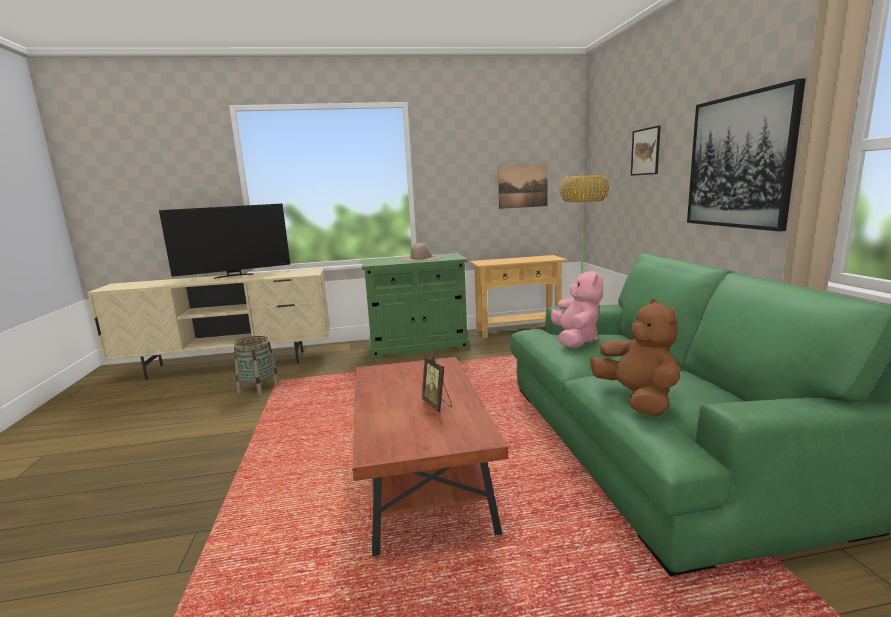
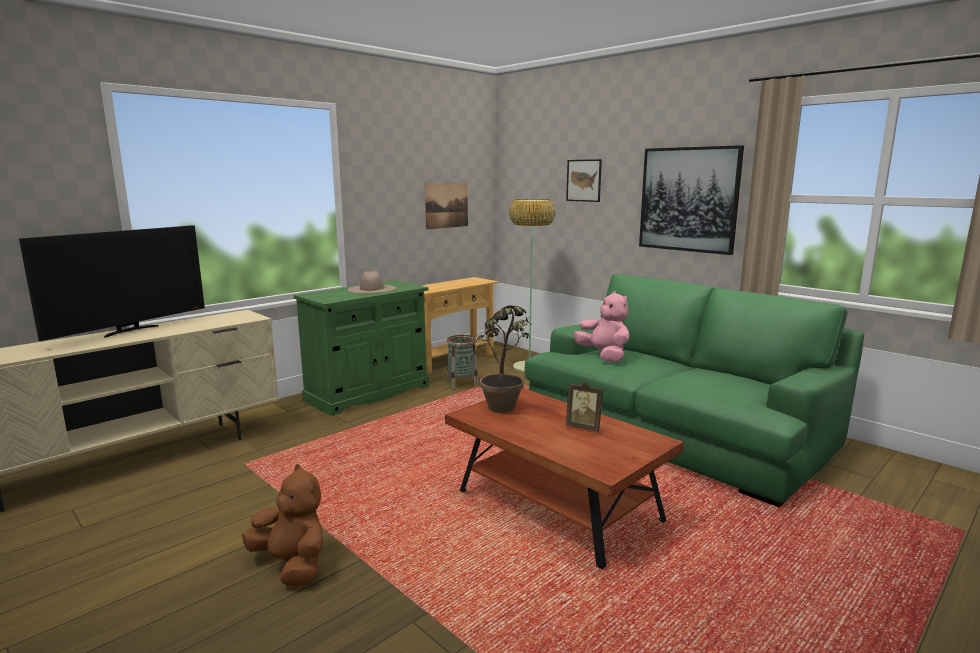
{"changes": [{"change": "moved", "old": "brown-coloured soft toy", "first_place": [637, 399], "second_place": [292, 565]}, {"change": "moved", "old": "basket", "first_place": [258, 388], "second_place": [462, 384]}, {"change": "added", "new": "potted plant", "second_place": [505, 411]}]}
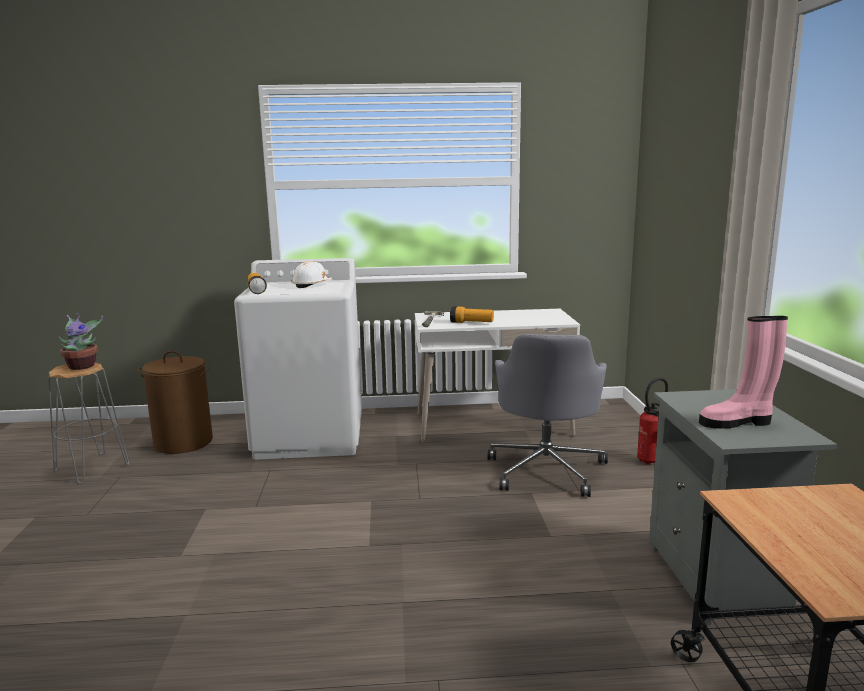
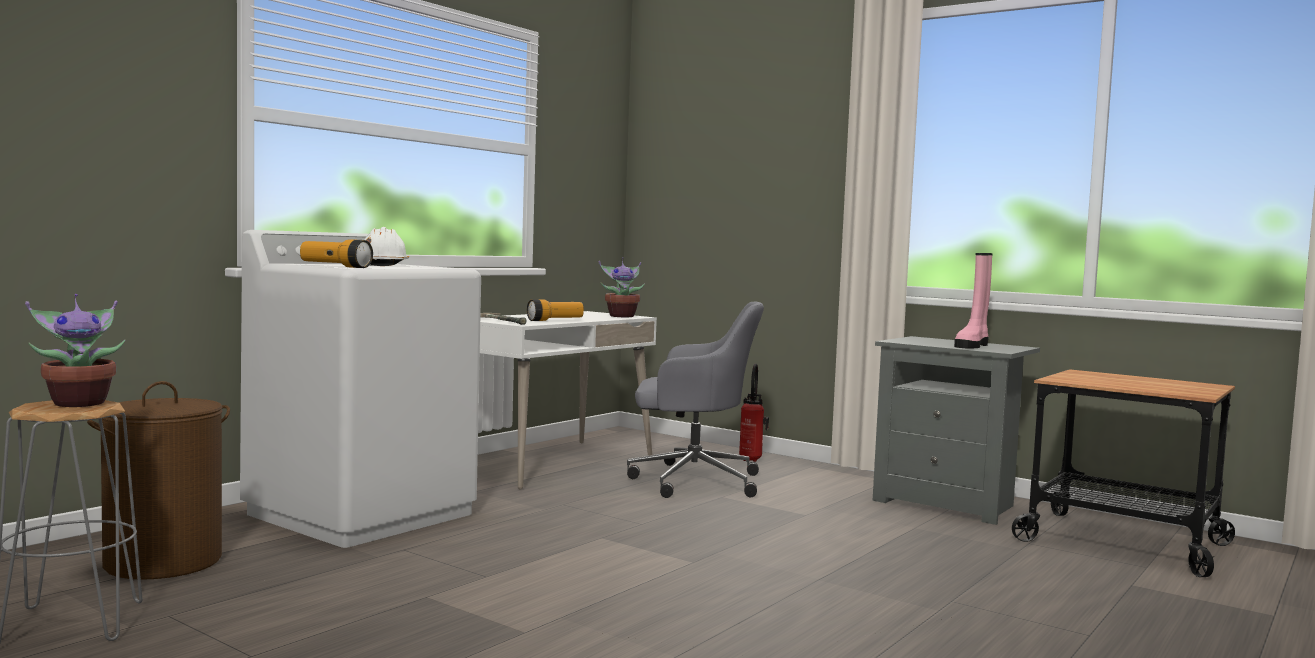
{"changes": [{"change": "turned", "old": "greyish desk chair", "first_place": [546, 469], "second_place": [691, 481], "degrees": -45}, {"change": "added", "new": "potted plant", "second_place": [621, 316]}]}
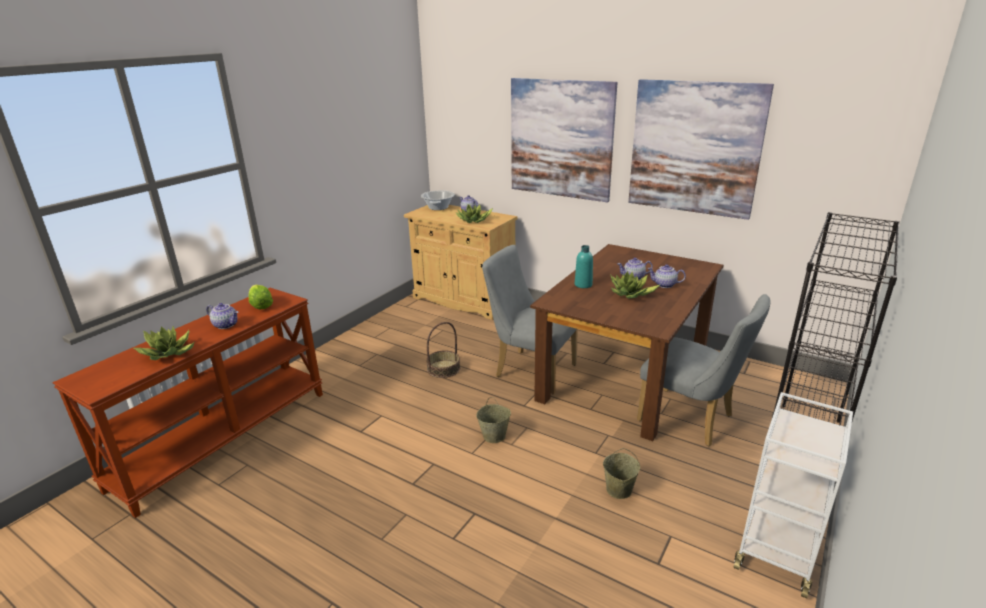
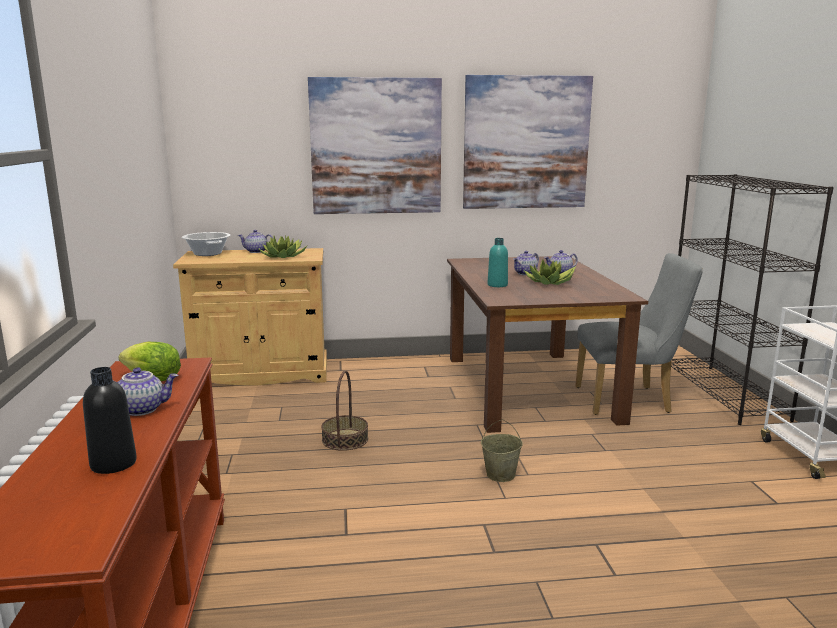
{"changes": [{"change": "removed", "old": "greyish chair", "first_place": [530, 370]}, {"change": "replaced", "old": "potted plant", "new": "blackish beverage bottle", "first_place": [169, 353], "second_place": [113, 464]}, {"change": "removed", "old": "sand-coloured water bucket", "first_place": [618, 490]}]}
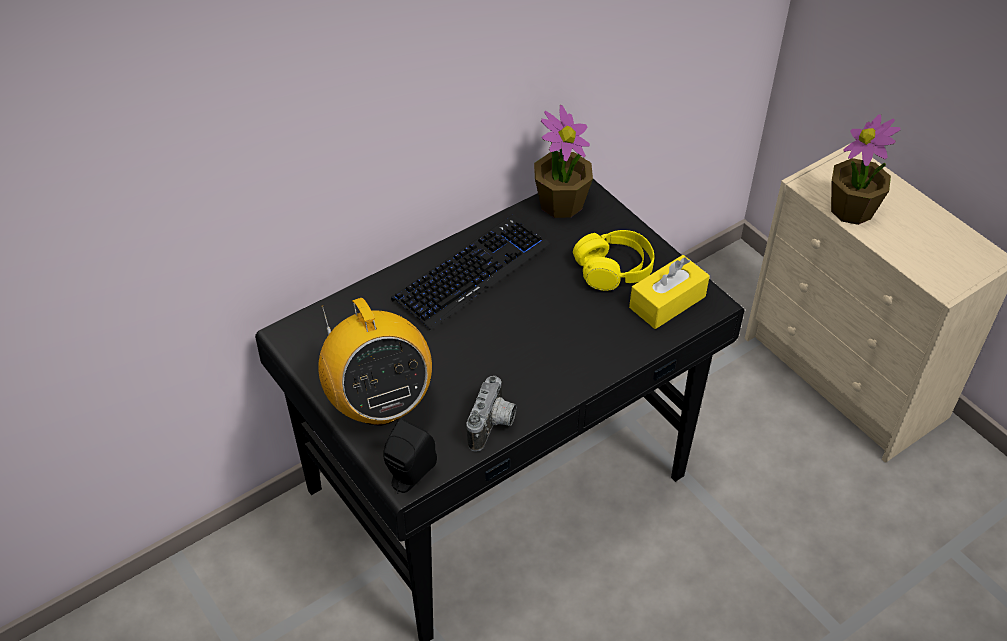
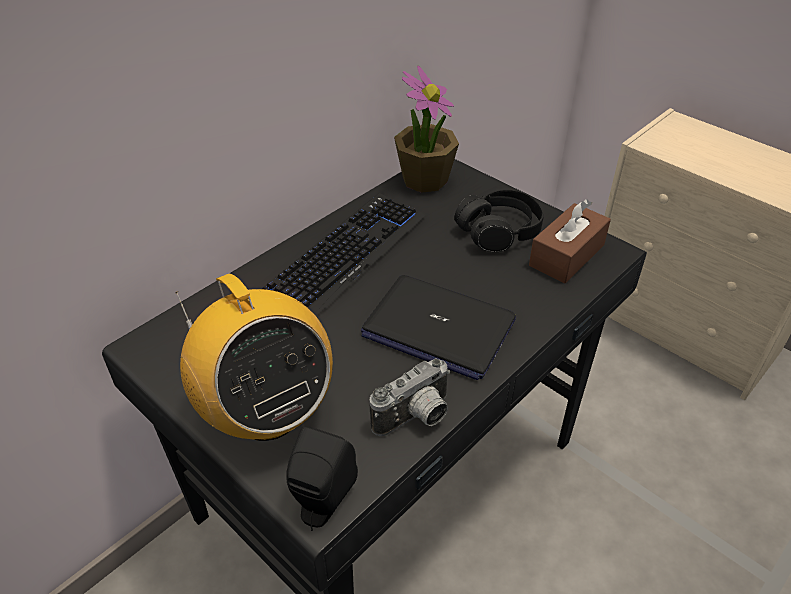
{"changes": [{"change": "removed", "old": "potted plant", "first_place": [852, 210]}, {"change": "recoloured", "old": "yellow-coloured headset", "new": "blackish headset", "first_place": [614, 269], "second_place": [499, 231]}, {"change": "recoloured", "old": "yellow-coloured tissue holder", "new": "brown-coloured tissue holder", "first_place": [667, 302], "second_place": [566, 255]}, {"change": "turned", "old": "still camera", "first_place": [493, 426], "second_place": [416, 418], "degrees": 45}, {"change": "added", "new": "portable computer", "second_place": [437, 328]}]}
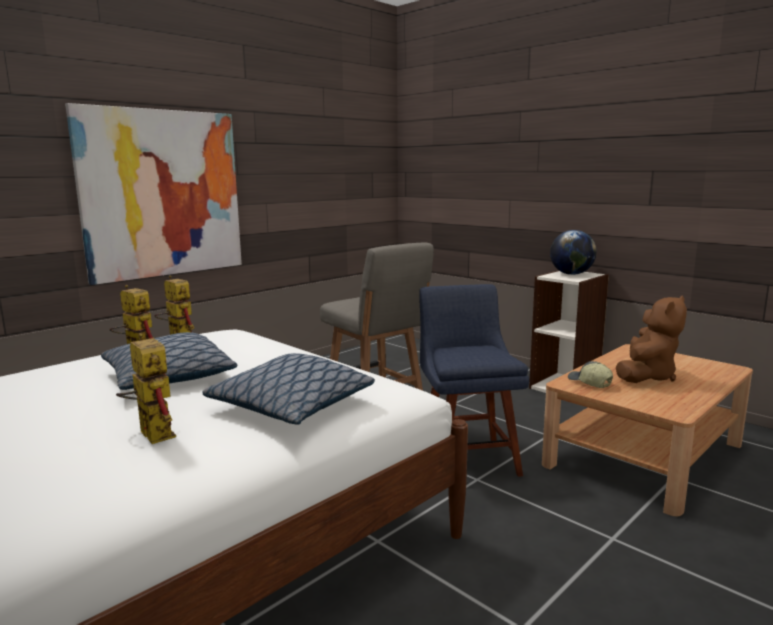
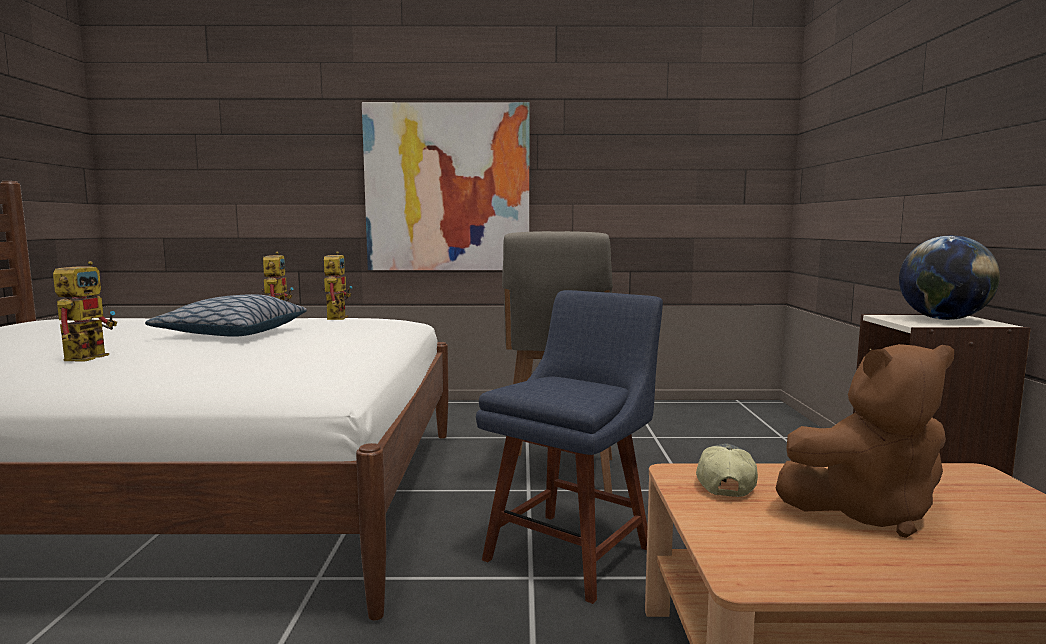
{"changes": [{"change": "removed", "old": "cushion", "first_place": [293, 406]}]}
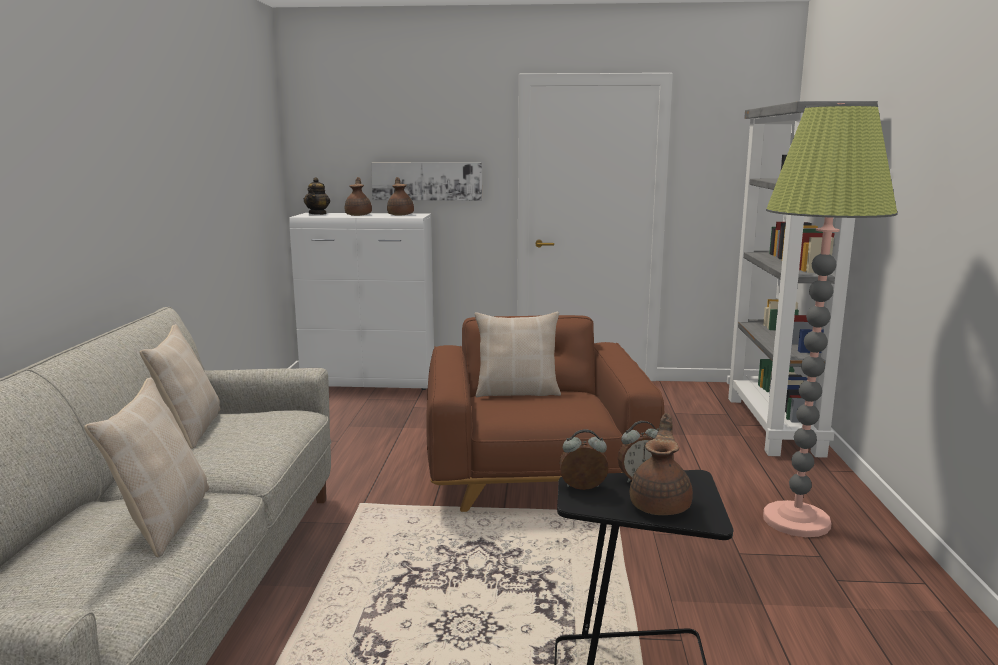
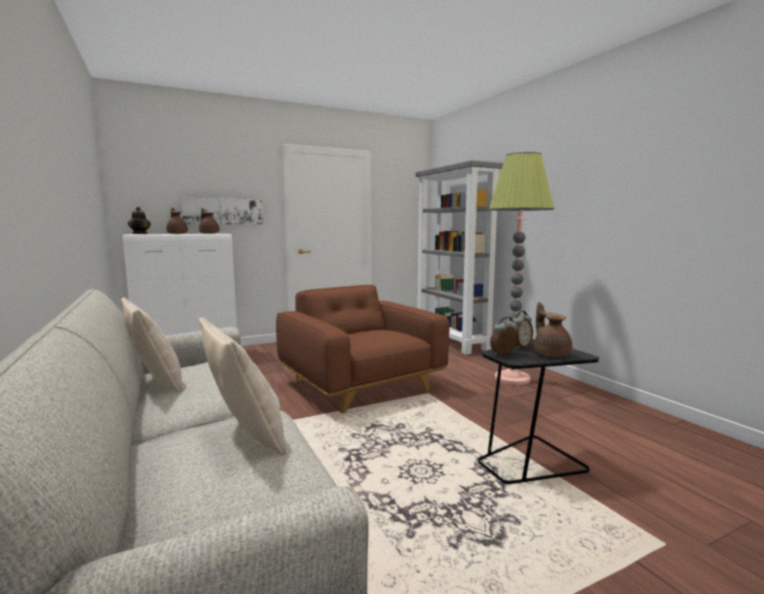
{"changes": [{"change": "removed", "old": "sand-coloured cushion", "first_place": [517, 392]}]}
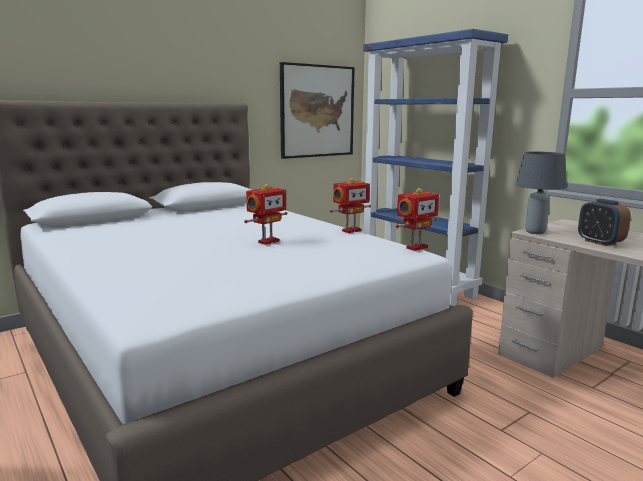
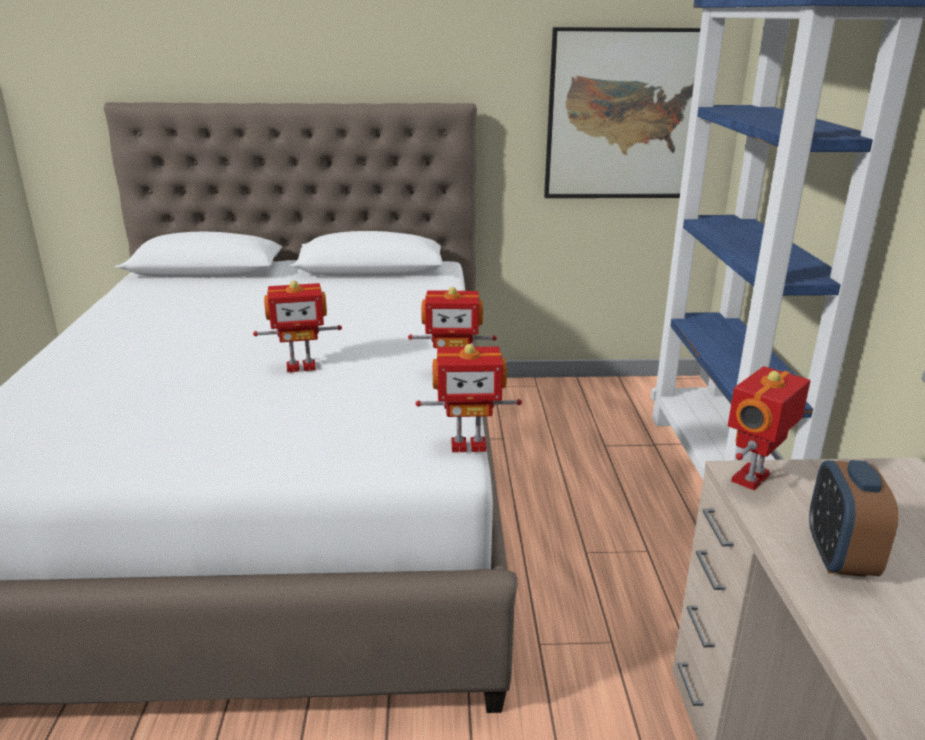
{"changes": [{"change": "replaced", "old": "greyish lamp for a table", "new": "toy robot", "first_place": [535, 232], "second_place": [753, 479]}]}
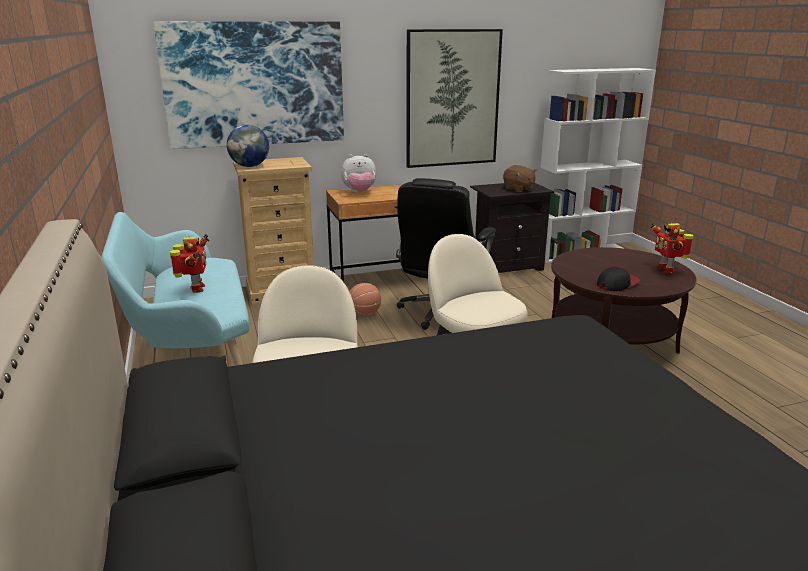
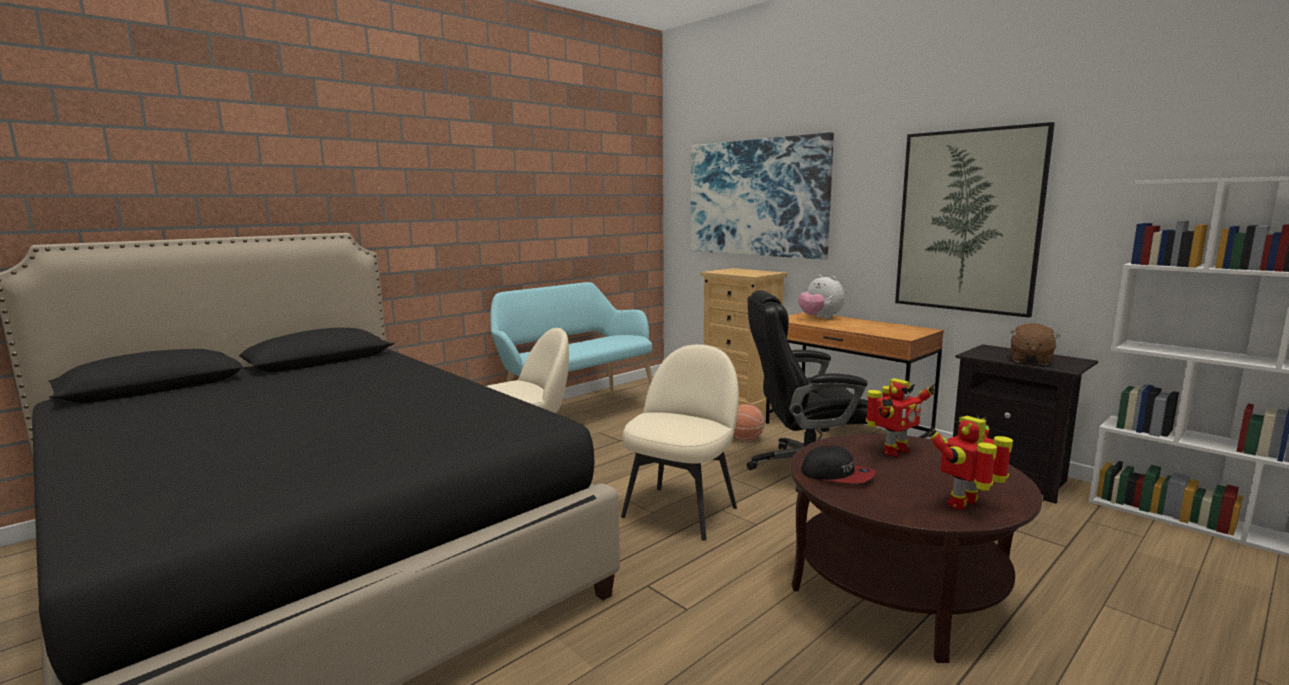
{"changes": [{"change": "removed", "old": "globe", "first_place": [250, 166]}, {"change": "moved", "old": "toy robot", "first_place": [196, 289], "second_place": [893, 451]}]}
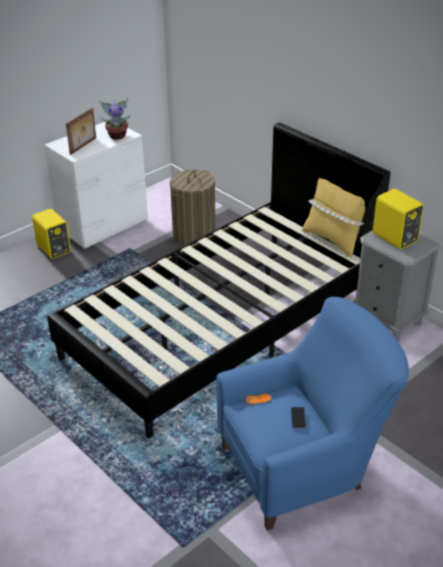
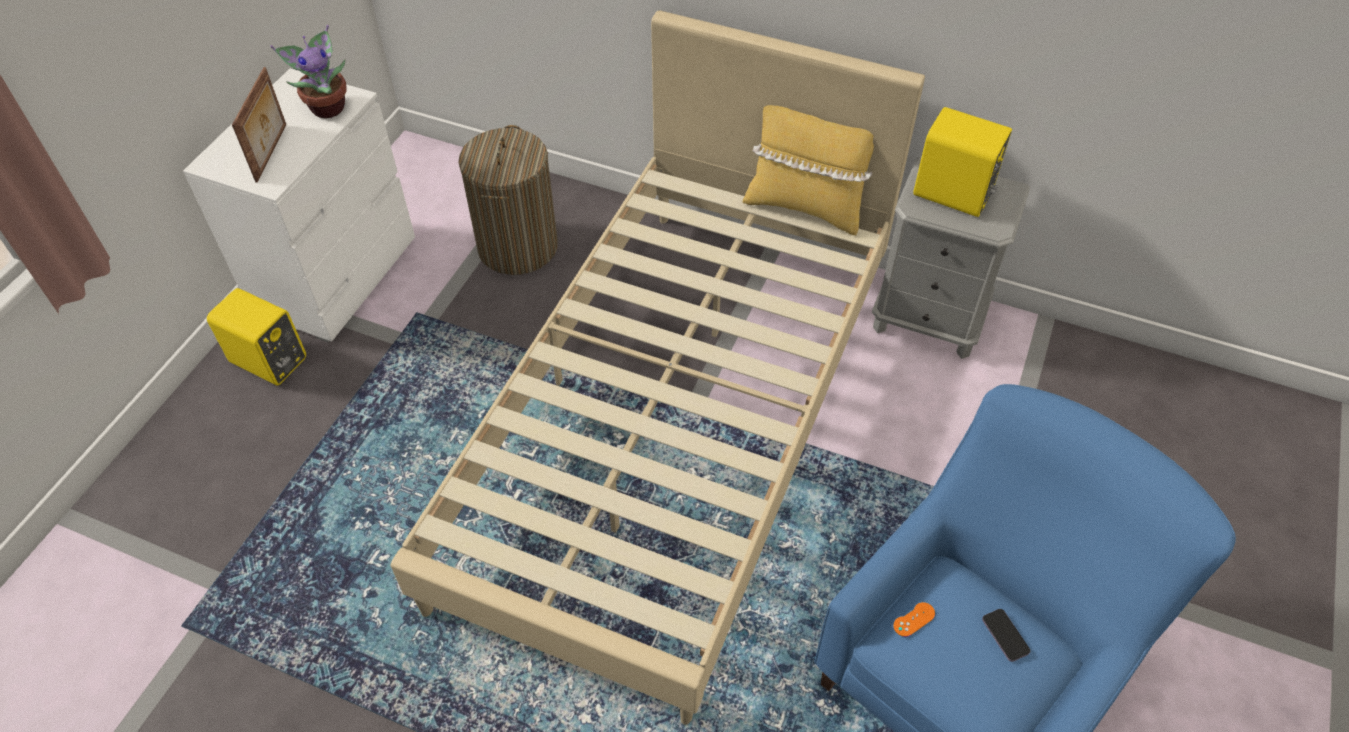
{"changes": [{"change": "recoloured", "old": "blackish sleeping bed", "new": "sand-coloured sleeping bed", "first_place": [222, 325], "second_place": [675, 424]}]}
